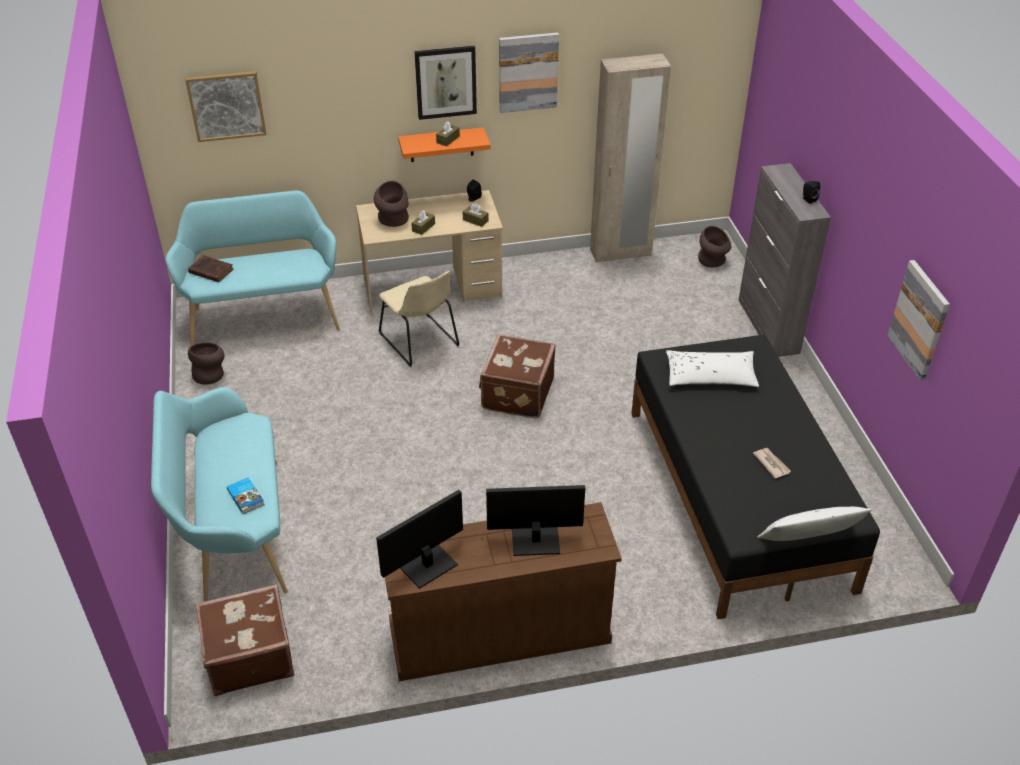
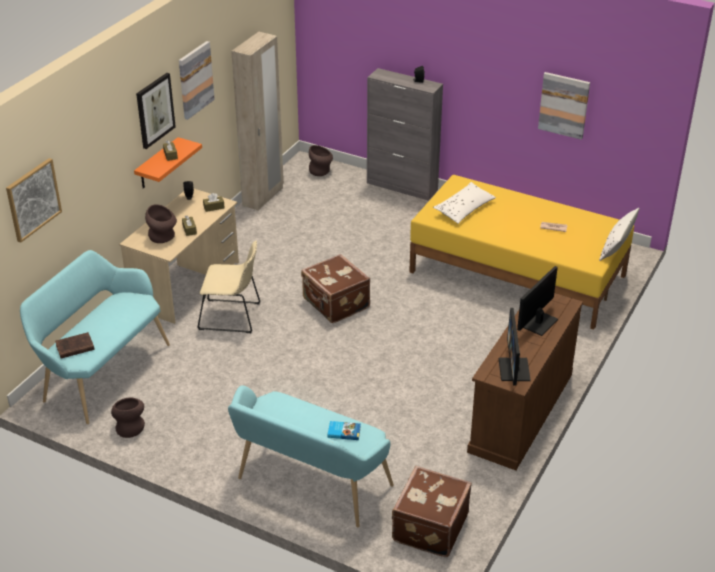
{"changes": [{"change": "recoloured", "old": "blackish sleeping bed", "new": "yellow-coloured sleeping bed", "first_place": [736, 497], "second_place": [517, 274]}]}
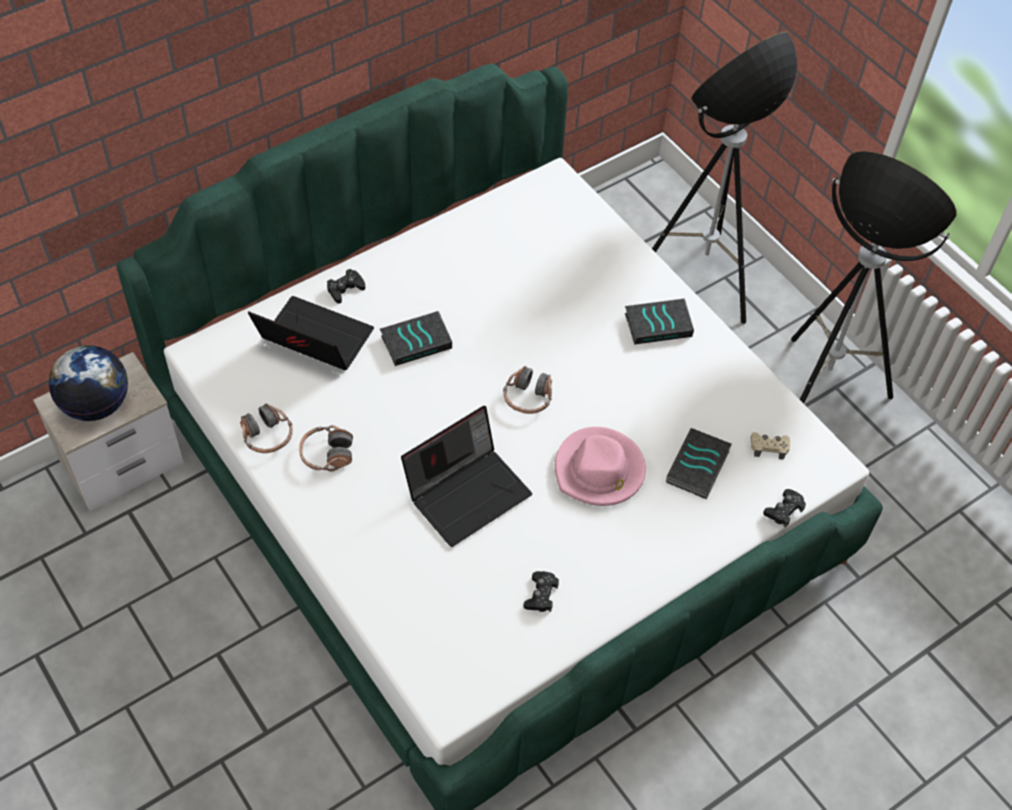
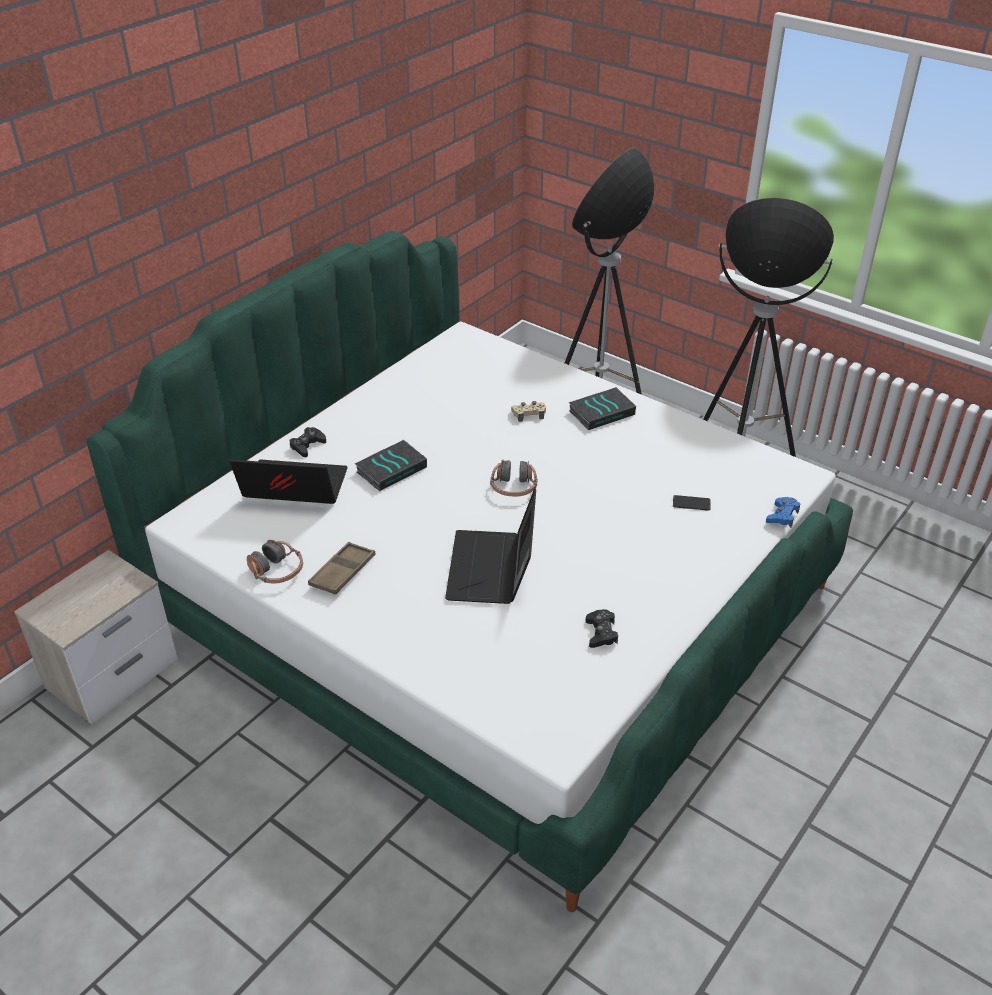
{"changes": [{"change": "removed", "old": "globe", "first_place": [96, 404]}, {"change": "turned", "old": "portable computer", "first_place": [468, 492], "second_place": [492, 570], "degrees": 150}, {"change": "replaced", "old": "headset", "new": "brown-coloured serving tray", "first_place": [327, 454], "second_place": [342, 572]}, {"change": "removed", "old": "pink clothing hat", "first_place": [599, 470]}, {"change": "replaced", "old": "volume", "new": "telephone", "first_place": [698, 468], "second_place": [691, 503]}, {"change": "moved", "old": "sand-coloured joypad", "first_place": [769, 447], "second_place": [529, 414]}, {"change": "recoloured", "old": "blackish joypad", "new": "bluish joypad", "first_place": [784, 510], "second_place": [782, 516]}]}
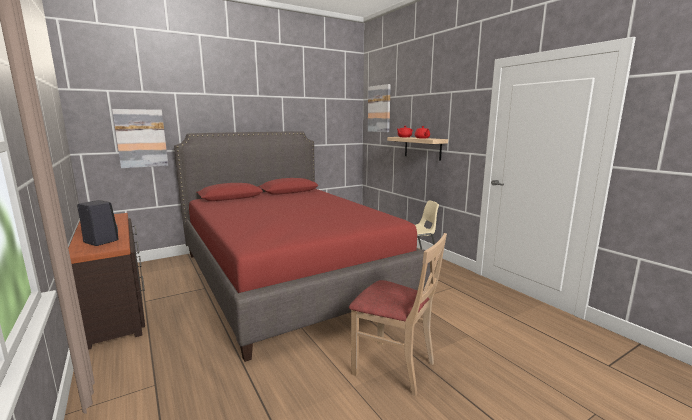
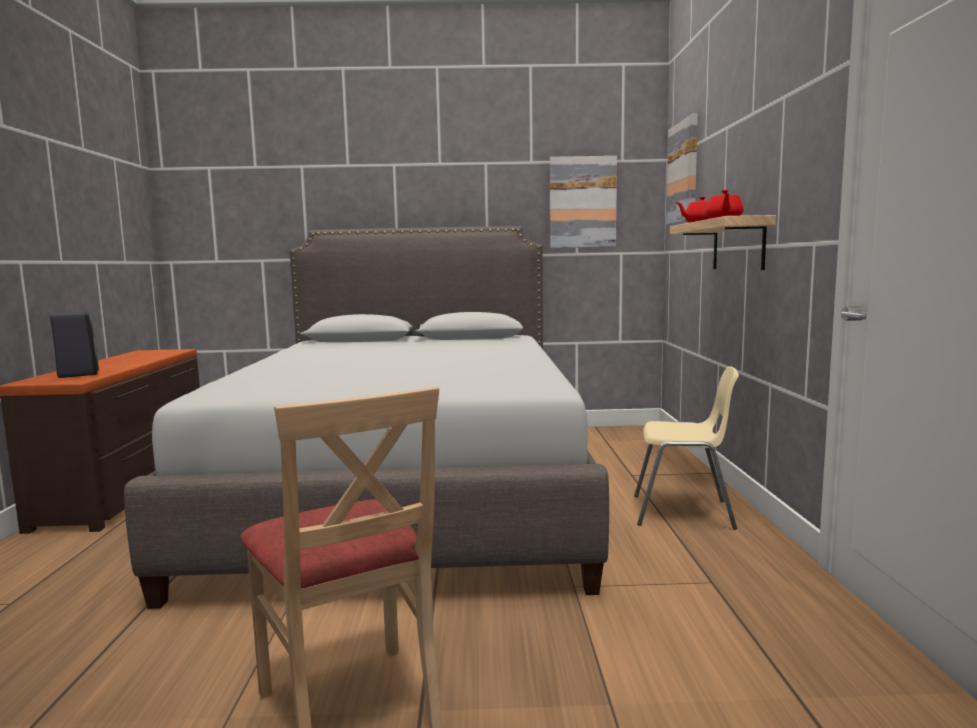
{"changes": [{"change": "moved", "old": "picture", "first_place": [141, 138], "second_place": [582, 202]}, {"change": "recoloured", "old": "red-coloured sleeping bed", "new": "greyish sleeping bed", "first_place": [290, 275], "second_place": [408, 490]}]}
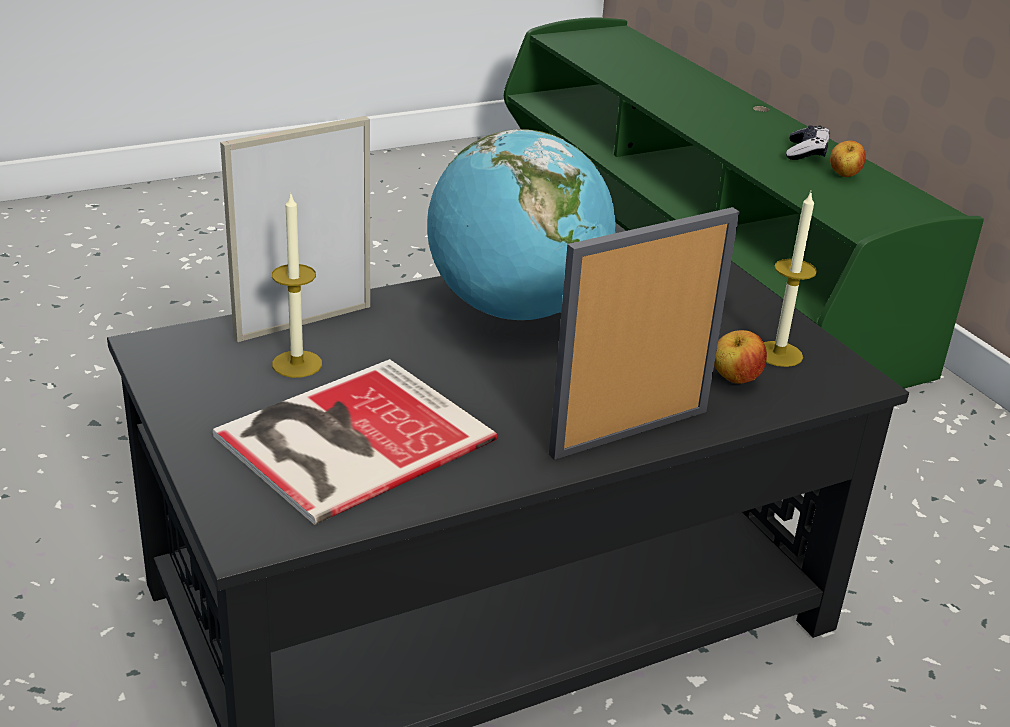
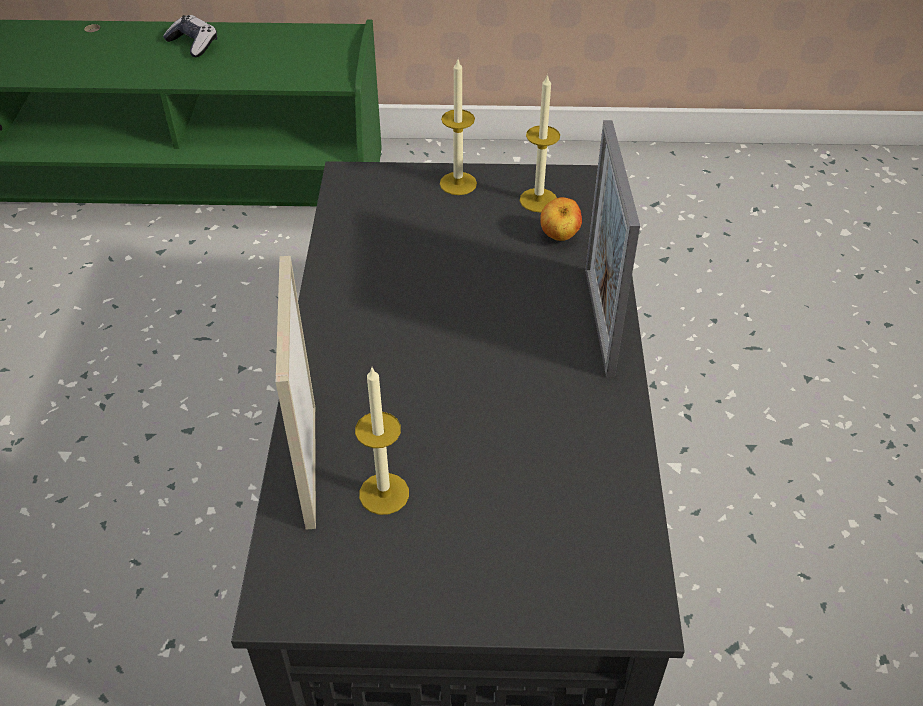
{"changes": [{"change": "removed", "old": "globe", "first_place": [515, 310]}, {"change": "removed", "old": "whole apple", "first_place": [844, 175]}, {"change": "removed", "old": "volume", "first_place": [347, 438]}, {"change": "added", "new": "candle", "second_place": [458, 183]}]}
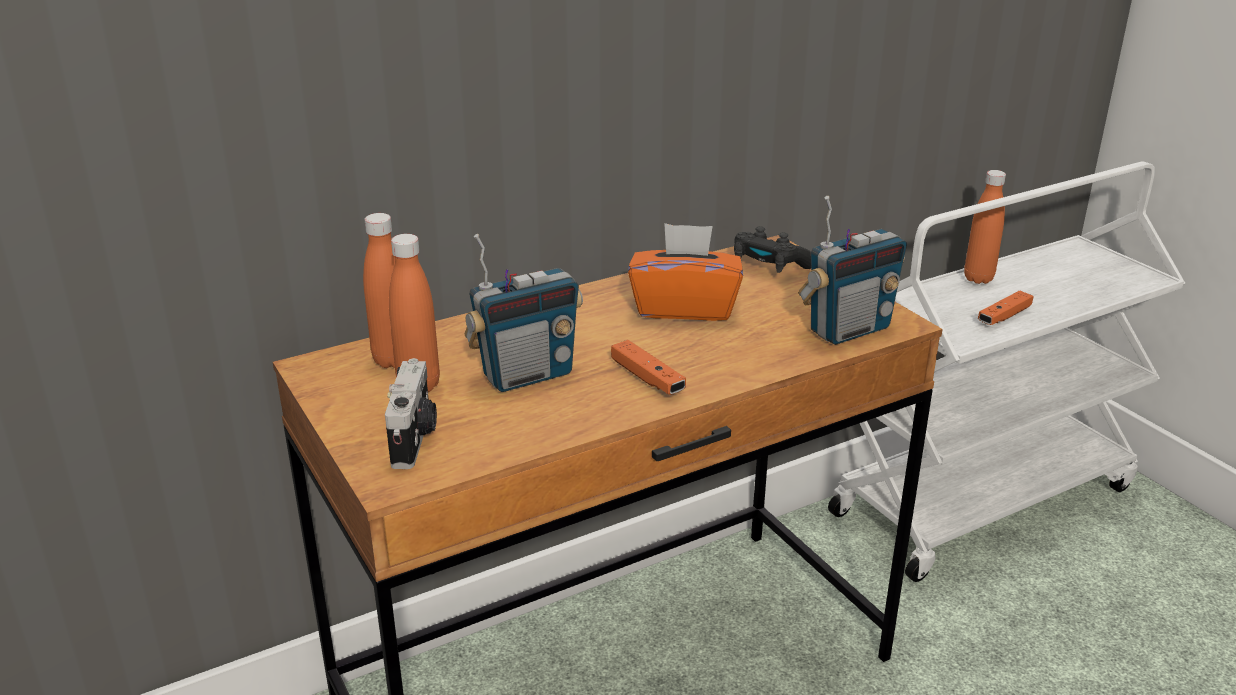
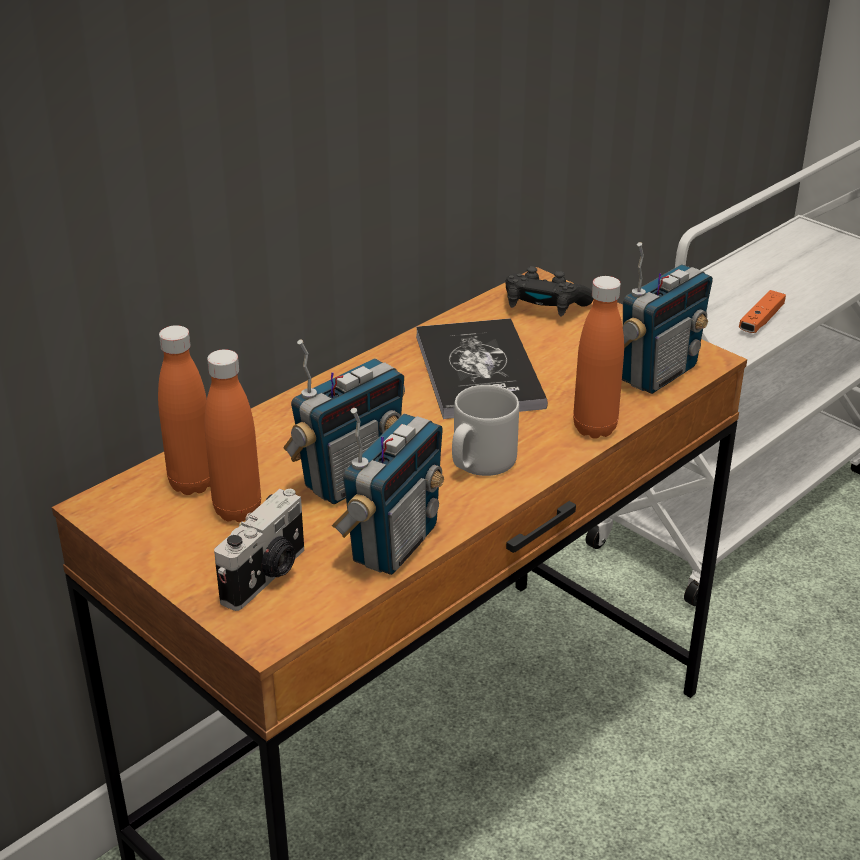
{"changes": [{"change": "moved", "old": "orangey beverage bottle", "first_place": [978, 278], "second_place": [594, 428]}, {"change": "replaced", "old": "orangey tissue holder", "new": "volume", "first_place": [684, 307], "second_place": [479, 371]}, {"change": "replaced", "old": "orangey joypad", "new": "greyish mug", "first_place": [647, 378], "second_place": [479, 463]}, {"change": "turned", "old": "still camera", "first_place": [414, 438], "second_place": [267, 576], "degrees": 45}, {"change": "added", "new": "radio", "second_place": [393, 544]}]}
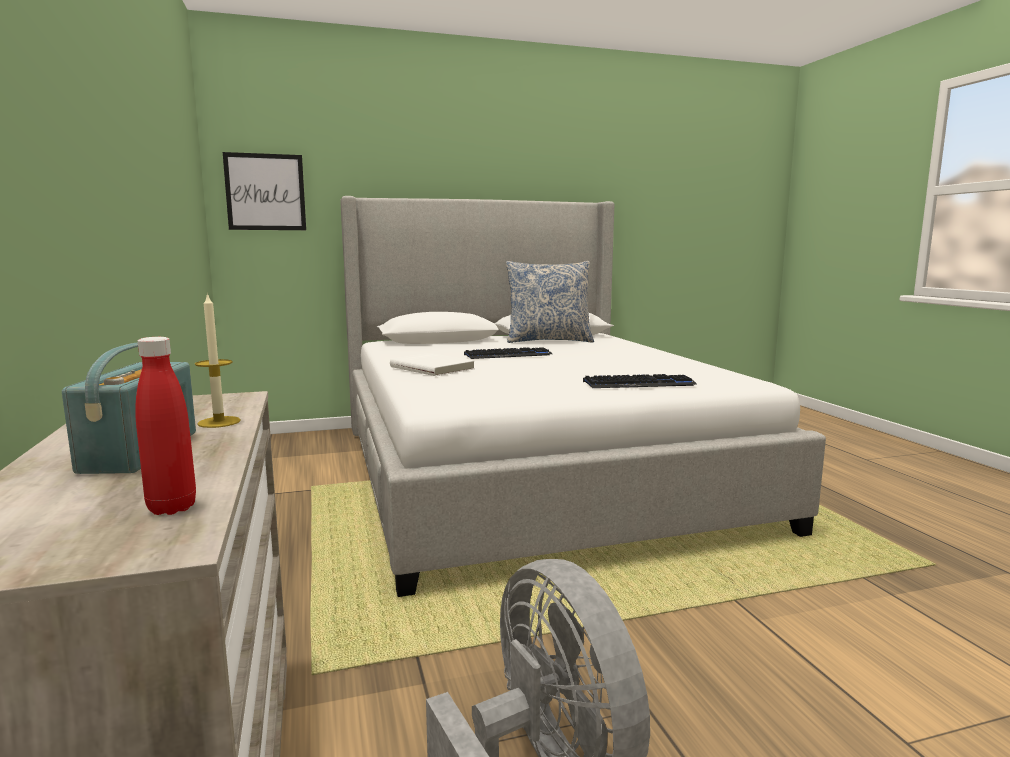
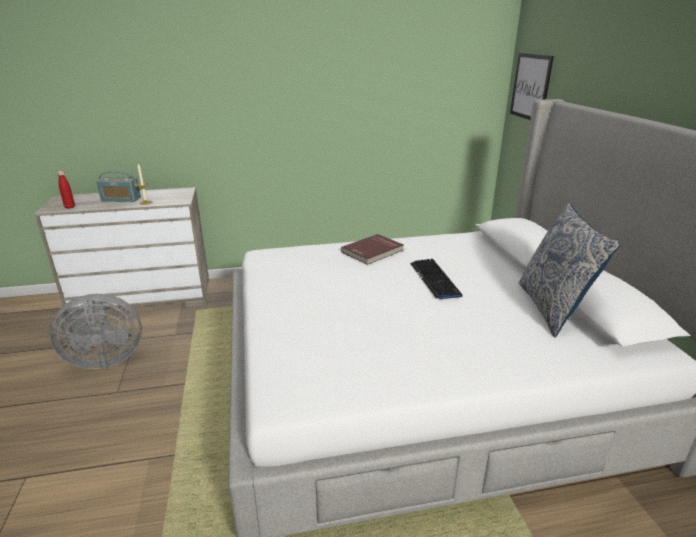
{"changes": [{"change": "recoloured", "old": "white-coloured volume", "new": "red-coloured volume", "first_place": [433, 367], "second_place": [373, 251]}, {"change": "removed", "old": "computer keyboard", "first_place": [639, 384]}]}
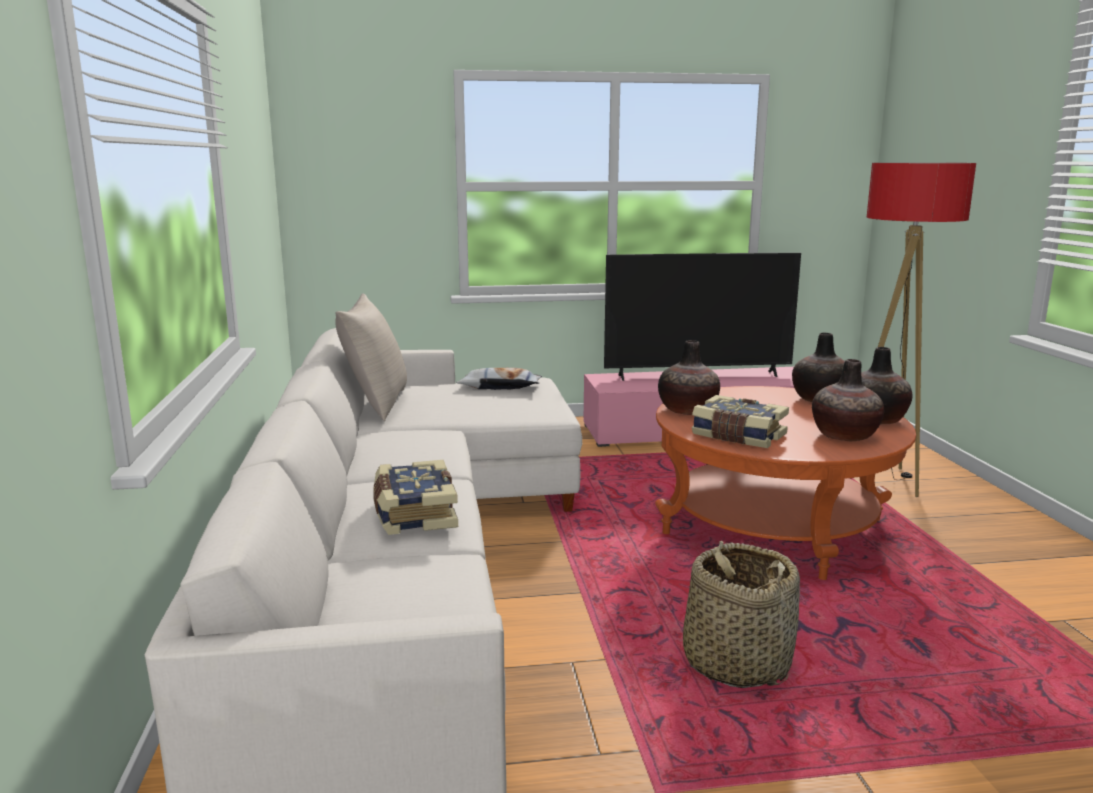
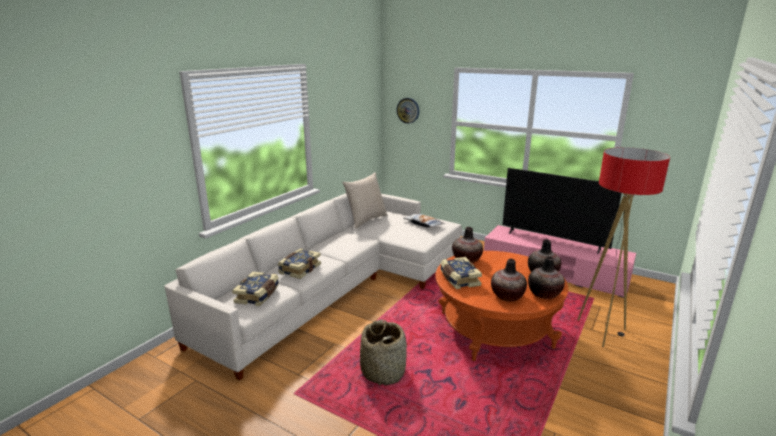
{"changes": [{"change": "added", "new": "hanging clock", "second_place": [408, 110]}, {"change": "added", "new": "volume", "second_place": [258, 295]}]}
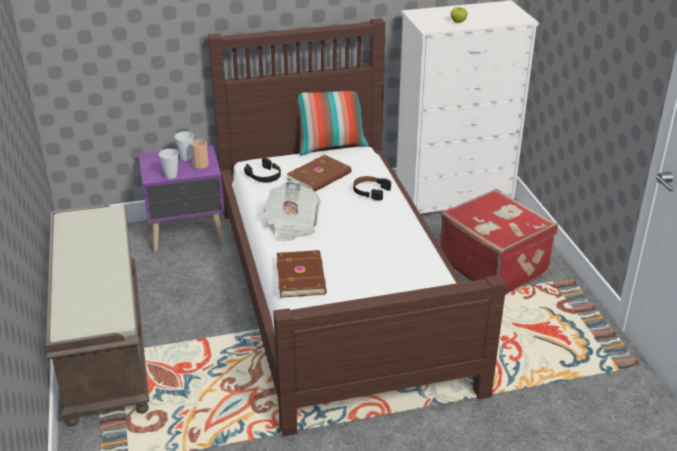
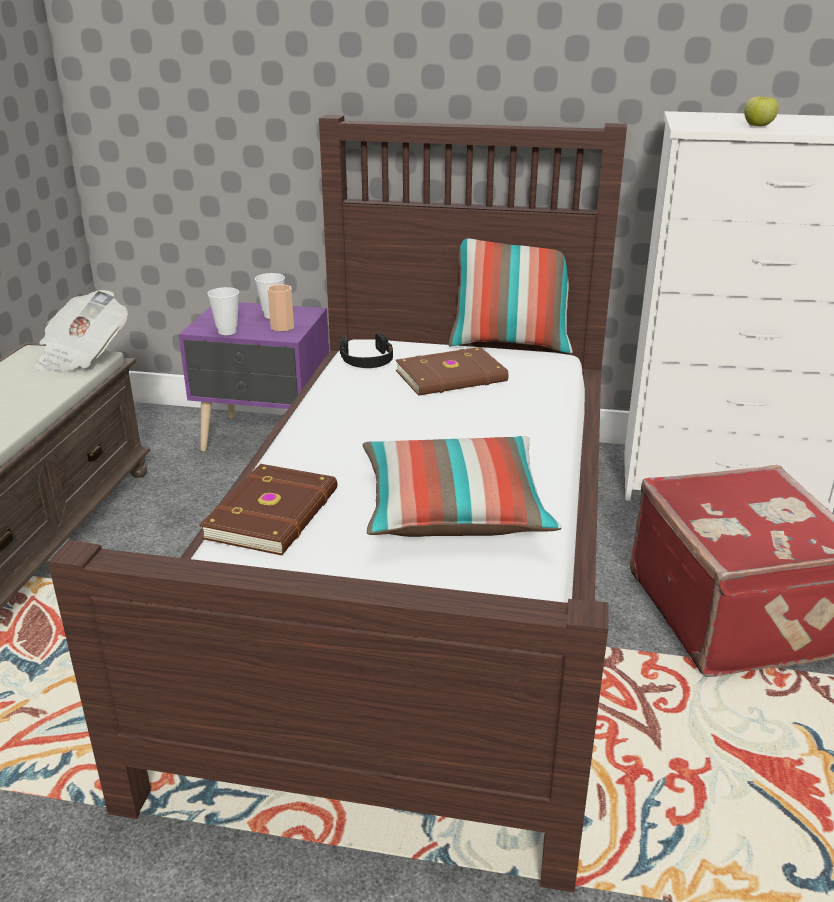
{"changes": [{"change": "removed", "old": "blackish headset", "first_place": [370, 191]}, {"change": "moved", "old": "printed paper", "first_place": [292, 225], "second_place": [82, 356]}, {"change": "added", "new": "cushion", "second_place": [454, 511]}]}
